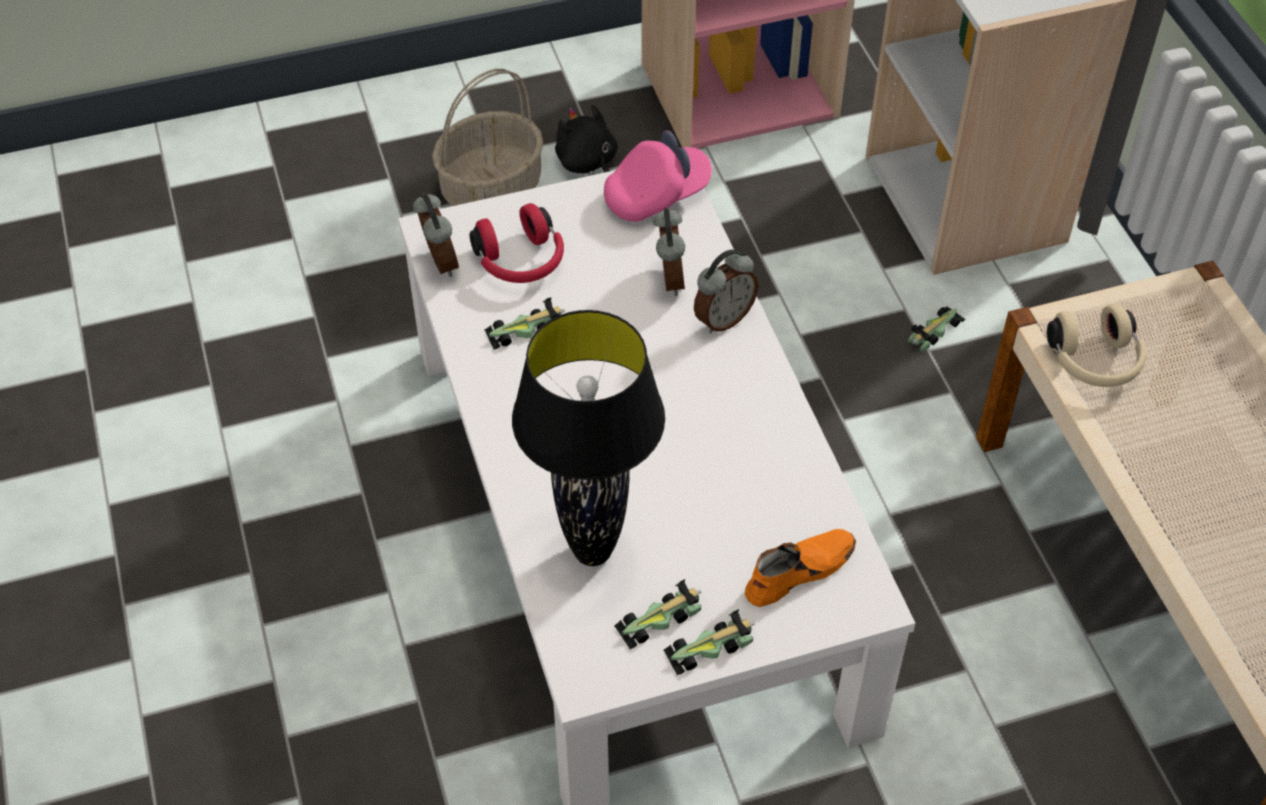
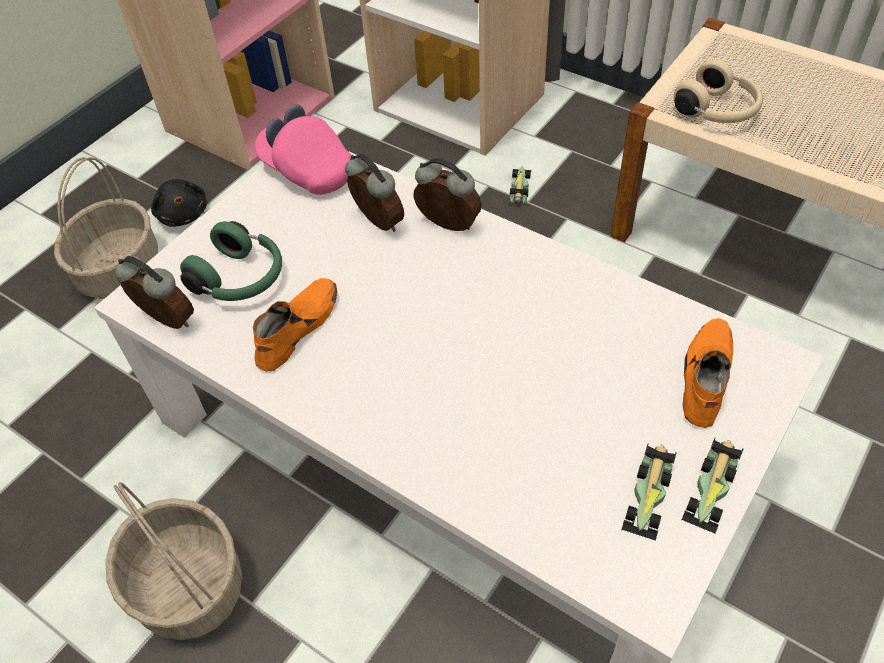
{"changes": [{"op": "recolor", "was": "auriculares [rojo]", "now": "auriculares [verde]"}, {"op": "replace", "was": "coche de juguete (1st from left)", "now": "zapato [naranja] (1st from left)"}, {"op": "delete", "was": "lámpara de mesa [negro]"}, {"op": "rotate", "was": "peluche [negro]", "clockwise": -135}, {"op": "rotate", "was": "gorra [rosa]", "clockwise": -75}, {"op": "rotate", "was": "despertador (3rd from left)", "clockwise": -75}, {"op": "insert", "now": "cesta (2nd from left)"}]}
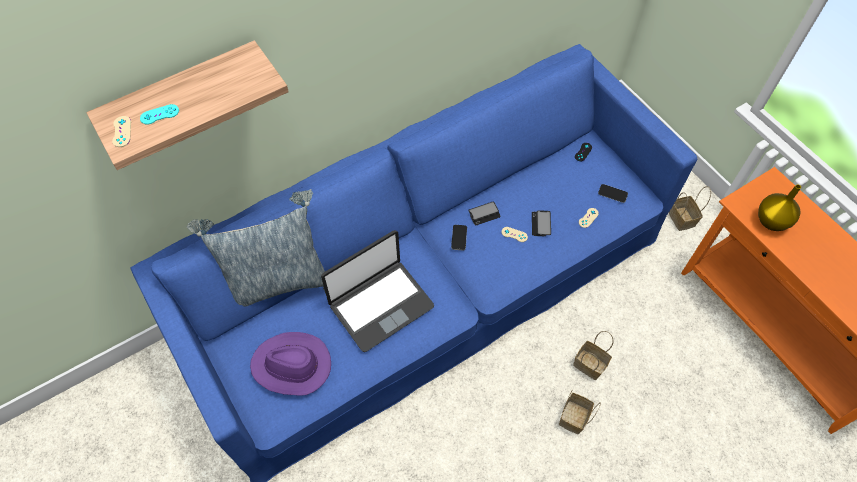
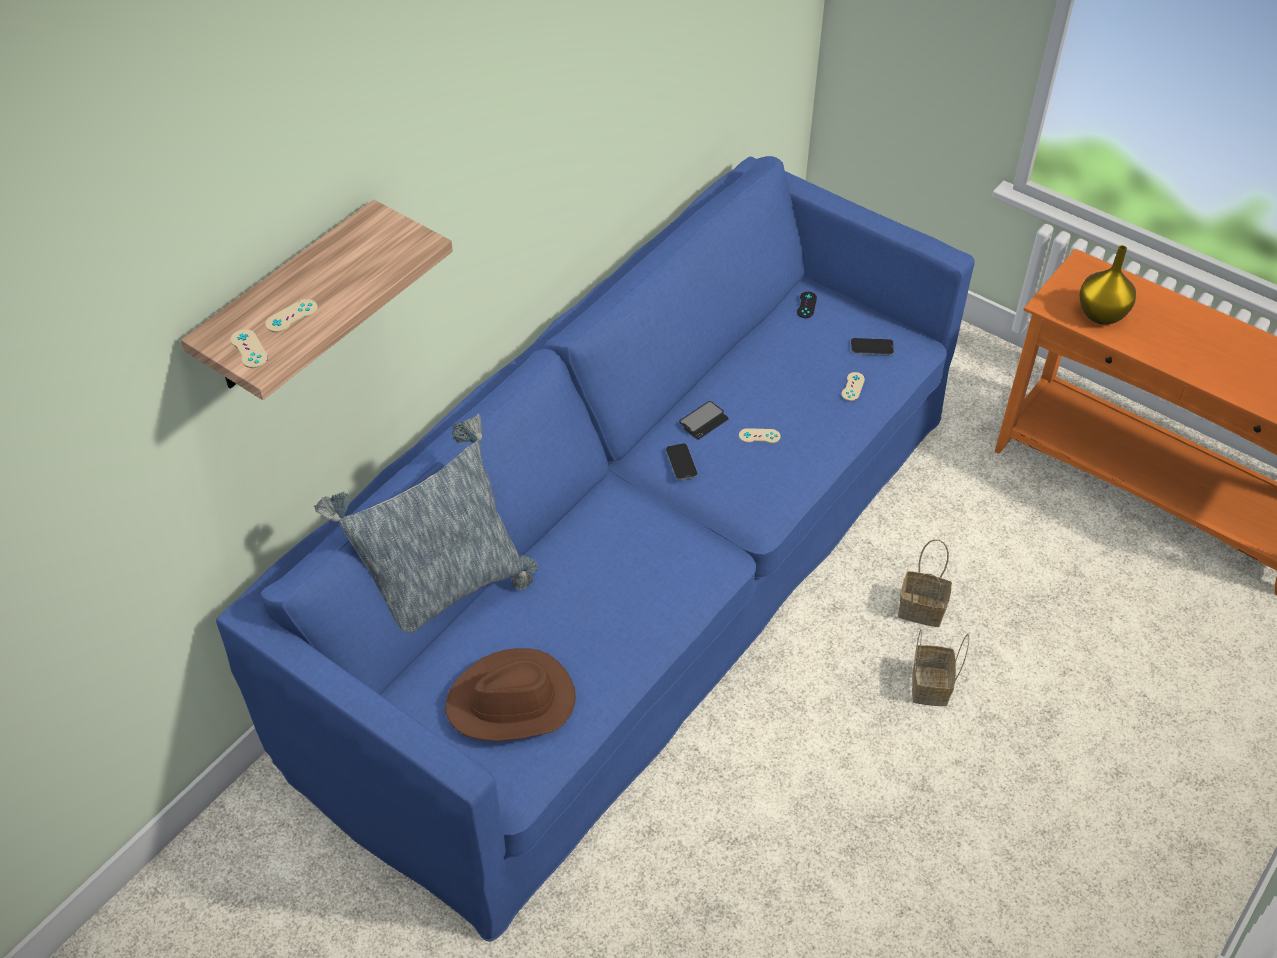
{"changes": [{"op": "recolor", "was": "mando de consola [turquesa]", "now": "mando de consola [beis] (2nd from left)"}, {"op": "recolor", "was": "sombrero [morado]", "now": "sombrero [marrón]"}, {"op": "delete", "was": "portátil"}, {"op": "delete", "was": "móvil (3rd from left)"}, {"op": "delete", "was": "cesta (3rd from left)"}]}
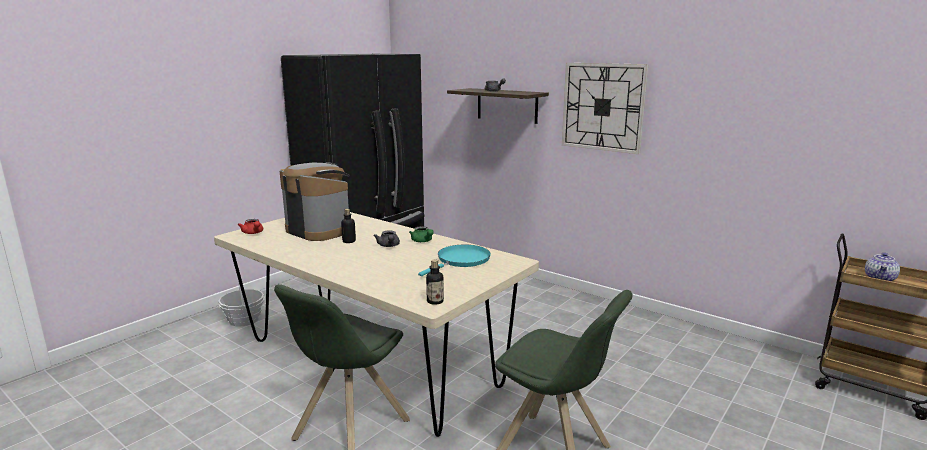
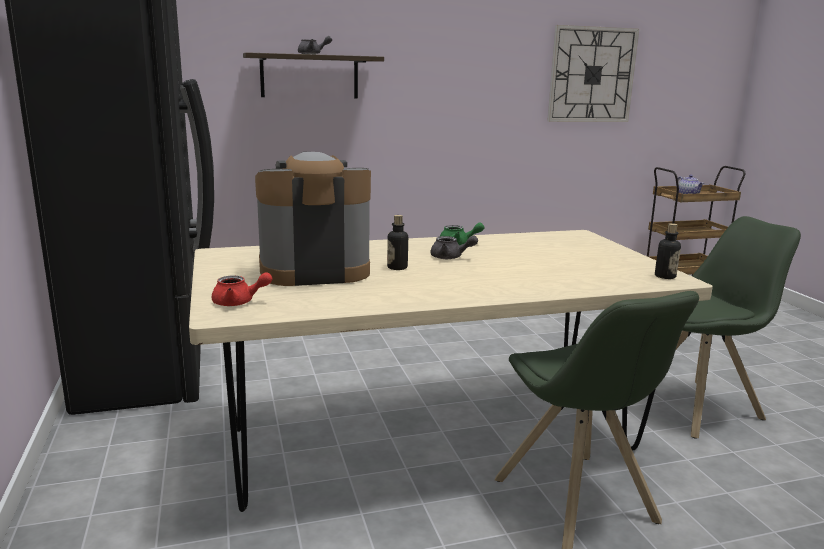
{"changes": [{"op": "delete", "was": "cesta"}, {"op": "delete", "was": "sartén [turquesa]"}, {"op": "move", "was": "reloj de pared"}]}
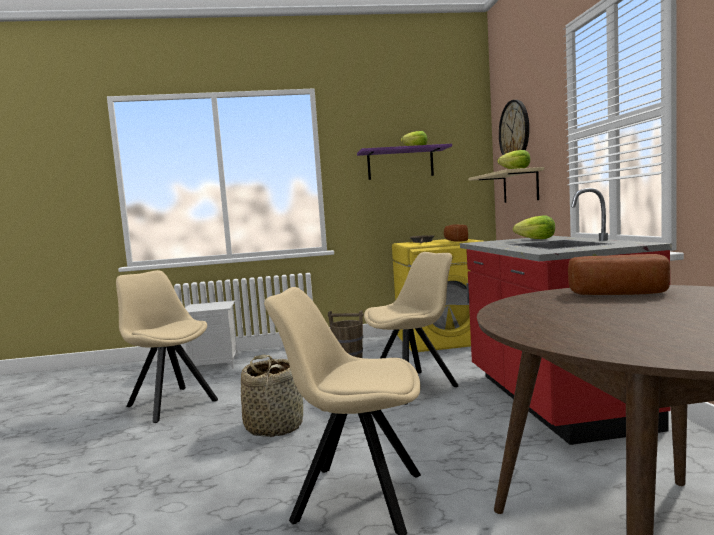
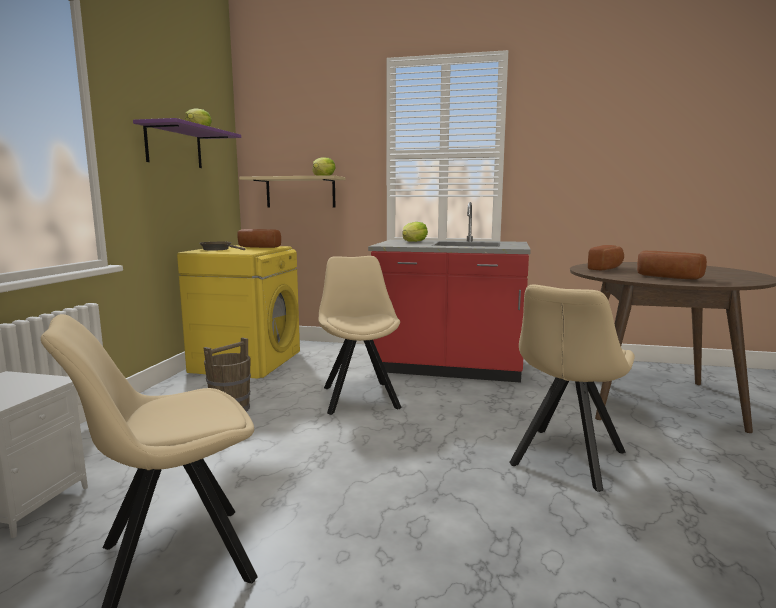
{"changes": [{"op": "delete", "was": "cesta"}, {"op": "delete", "was": "reloj de pared"}, {"op": "insert", "now": "pan (3rd from left)"}]}
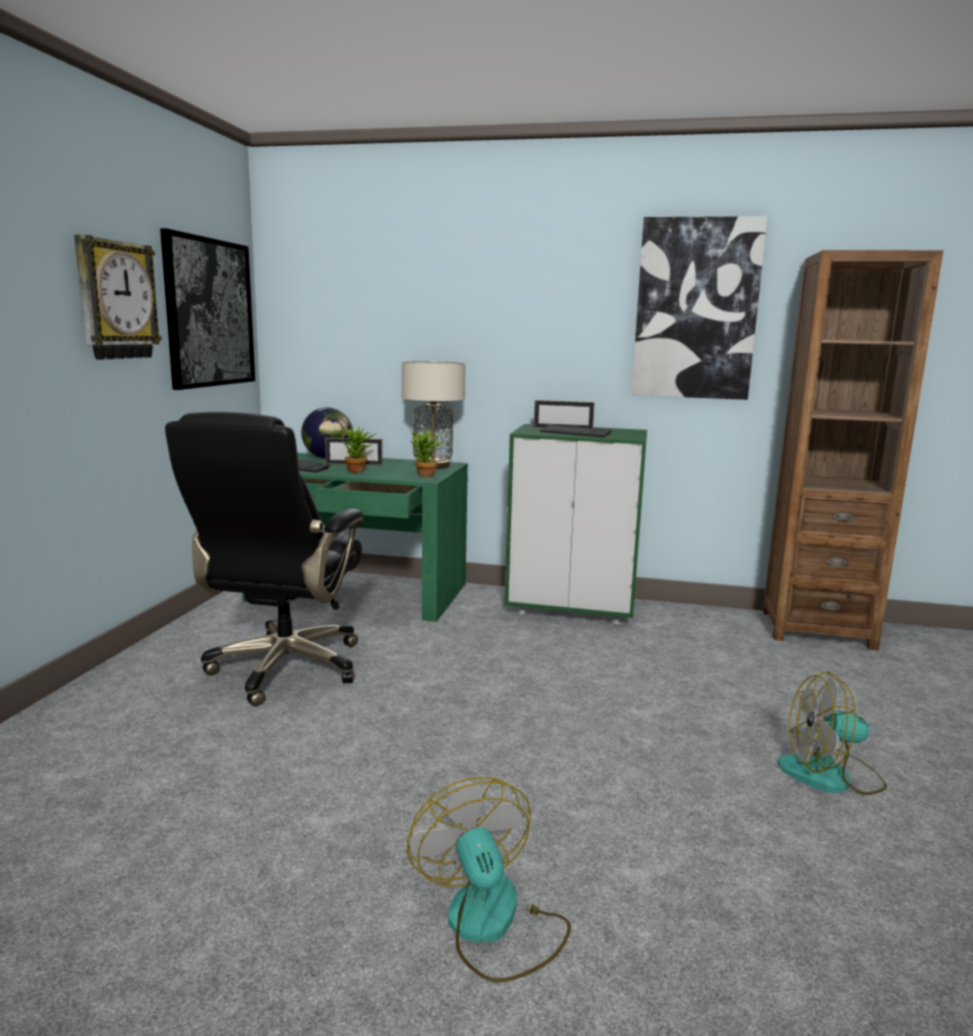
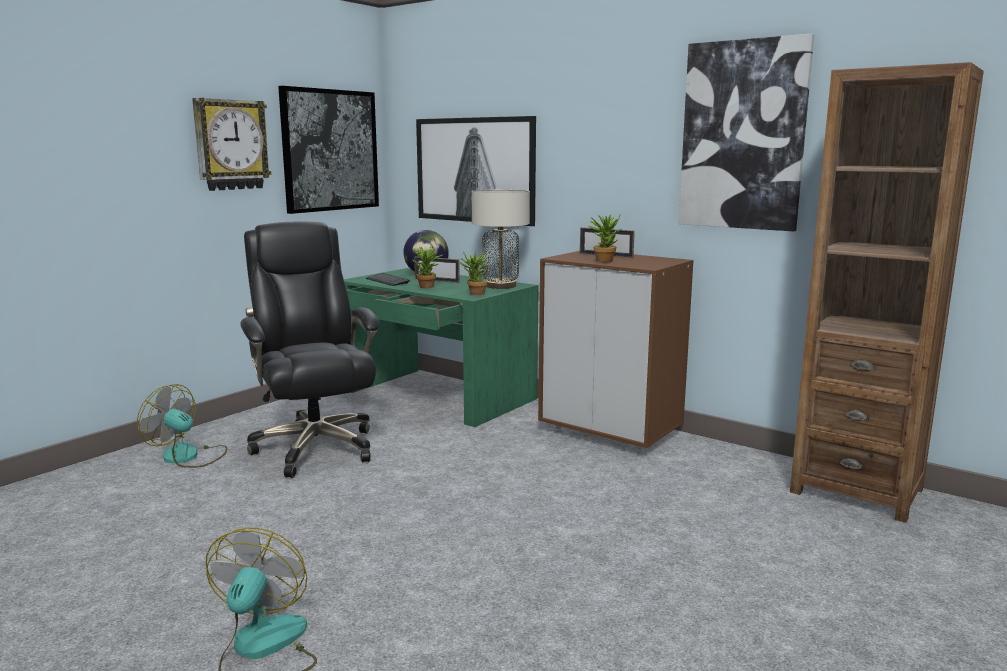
{"changes": [{"op": "rotate", "was": "silla de oficina [negro]", "clockwise": 120}, {"op": "recolor", "was": "armario [verde]", "now": "armario [marrón]"}, {"op": "replace", "was": "teclado (2nd from left)", "now": "planta en maceta (3rd from left)"}, {"op": "move", "was": "ventilador (2nd from left in the first image)", "now": "ventilador (1st from left)"}, {"op": "insert", "now": "cuadro (2nd from left)"}]}
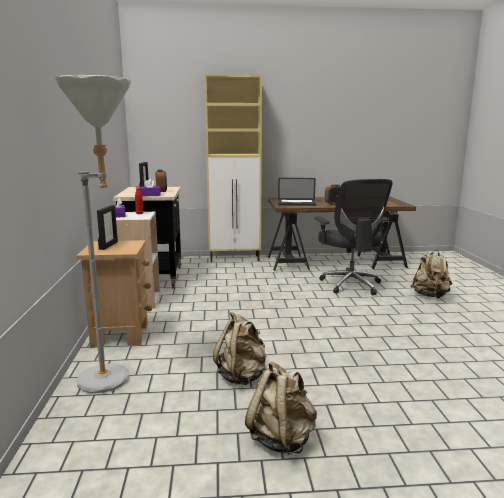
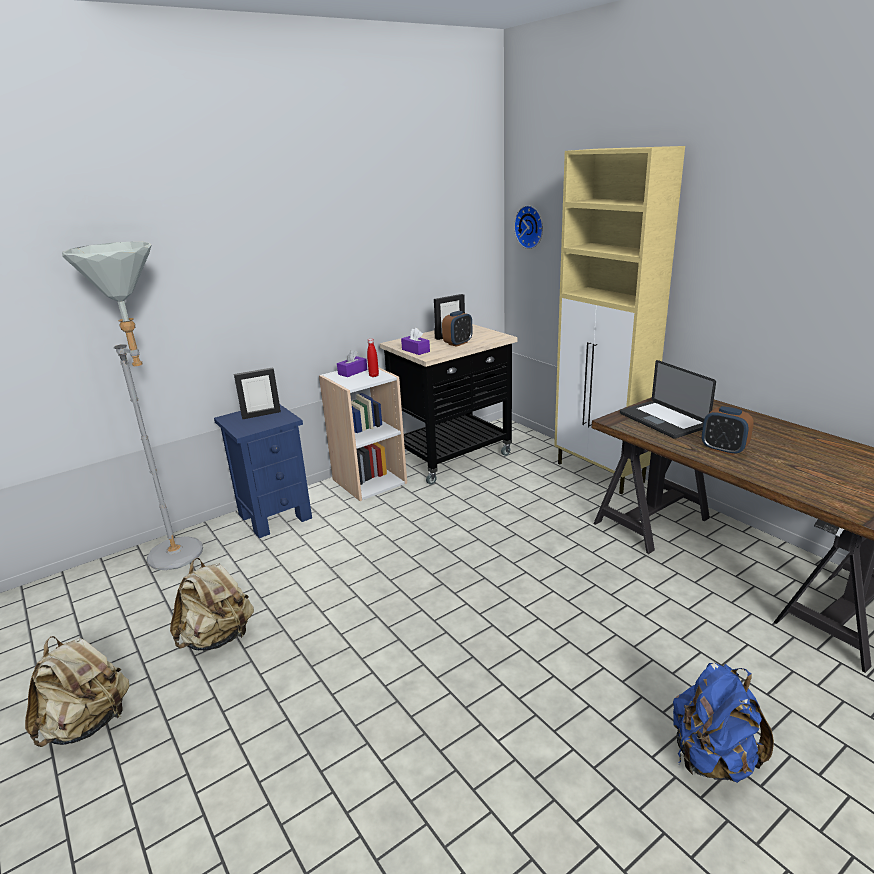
{"changes": [{"op": "recolor", "was": "mesita de noche [beis]", "now": "mesita de noche [azul]"}, {"op": "delete", "was": "silla de oficina"}, {"op": "recolor", "was": "mochila [beis] (3rd from left)", "now": "mochila [azul]"}, {"op": "insert", "now": "reloj de pared"}]}
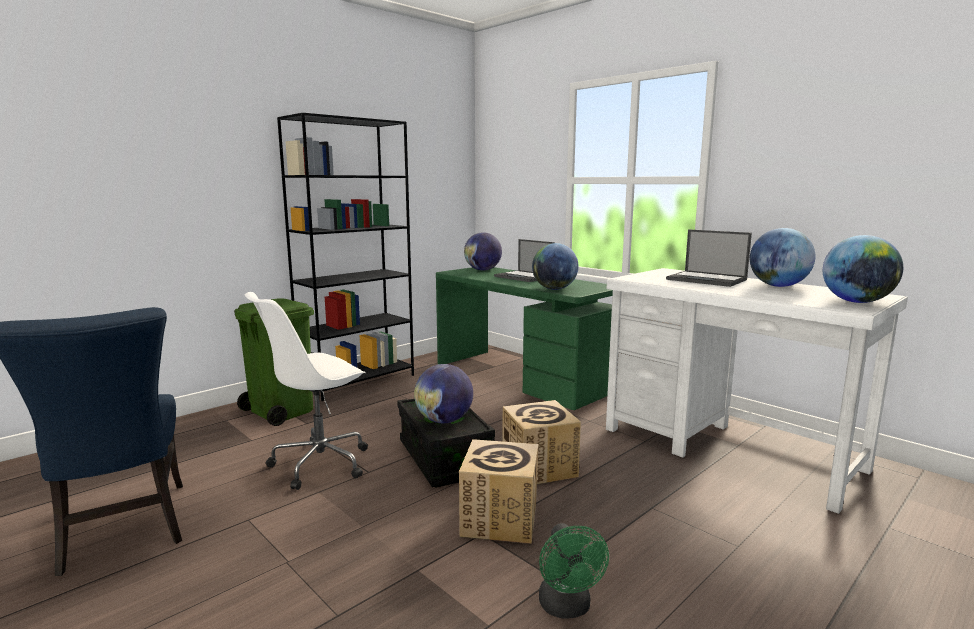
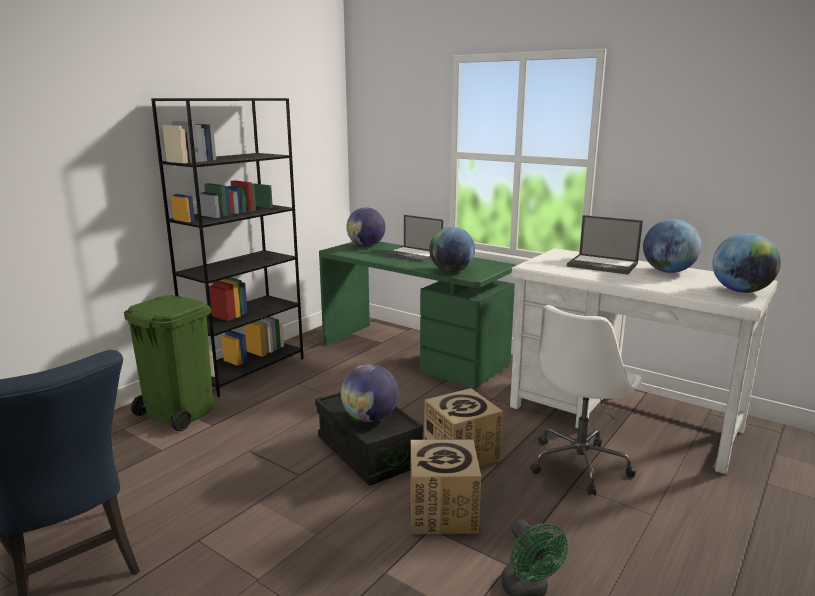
{"changes": [{"op": "move", "was": "silla de oficina [blanco]"}]}
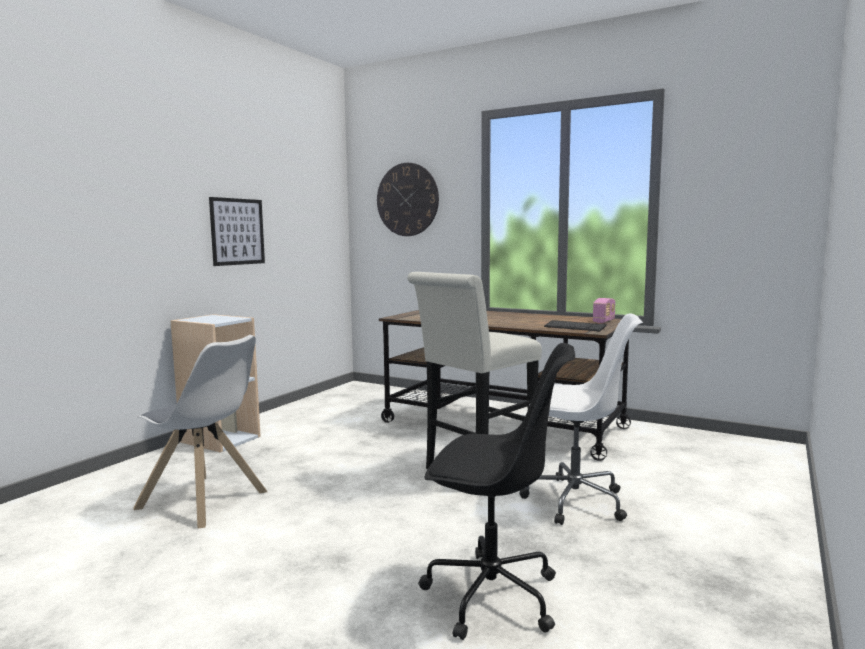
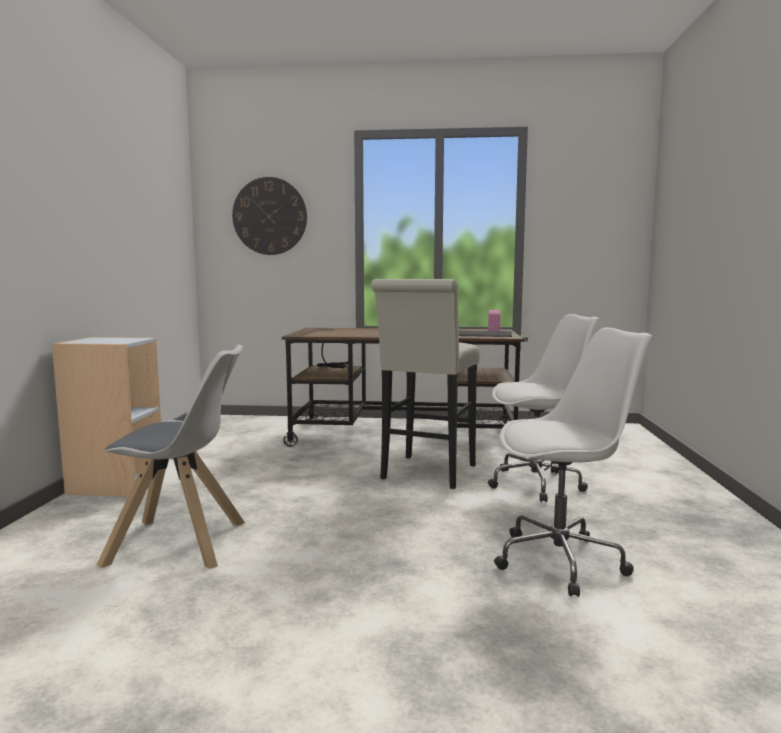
{"changes": [{"op": "delete", "was": "cuadro"}, {"op": "recolor", "was": "silla de oficina [negro]", "now": "silla de oficina [blanco] (2nd from left)"}]}
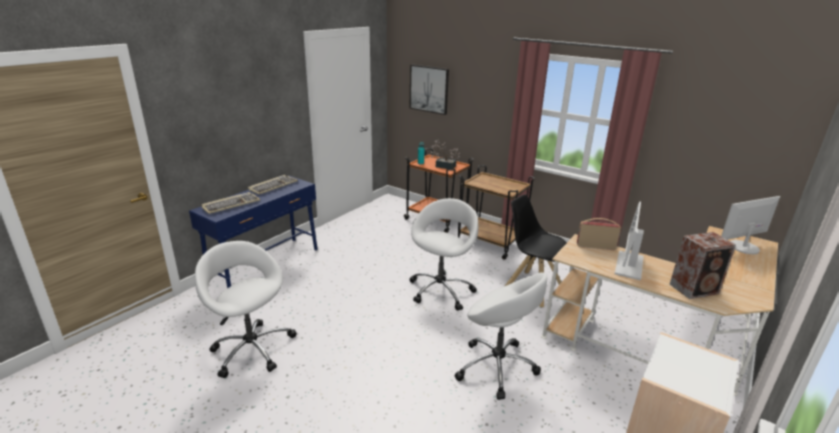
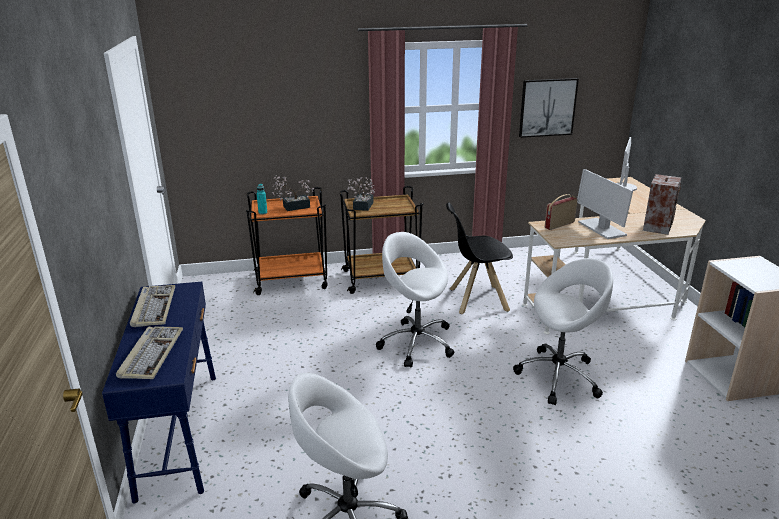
{"changes": [{"op": "rotate", "was": "silla de oficina [blanco] (2nd from left)", "clockwise": -60}, {"op": "move", "was": "cuadro"}, {"op": "insert", "now": "planta en maceta (2nd from left)"}]}
